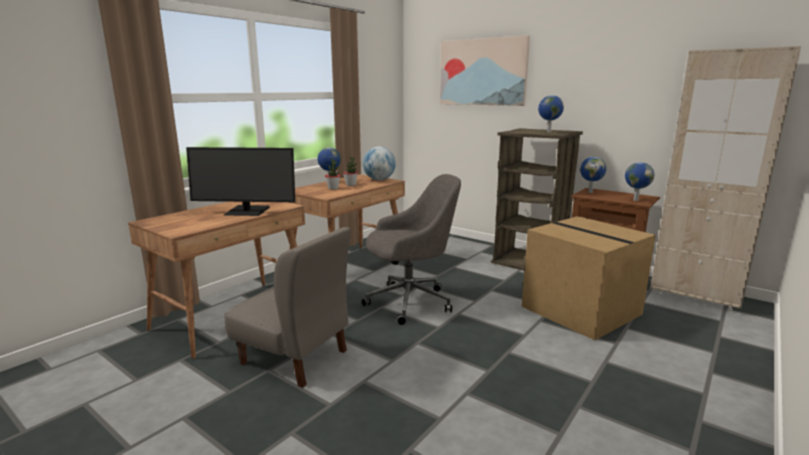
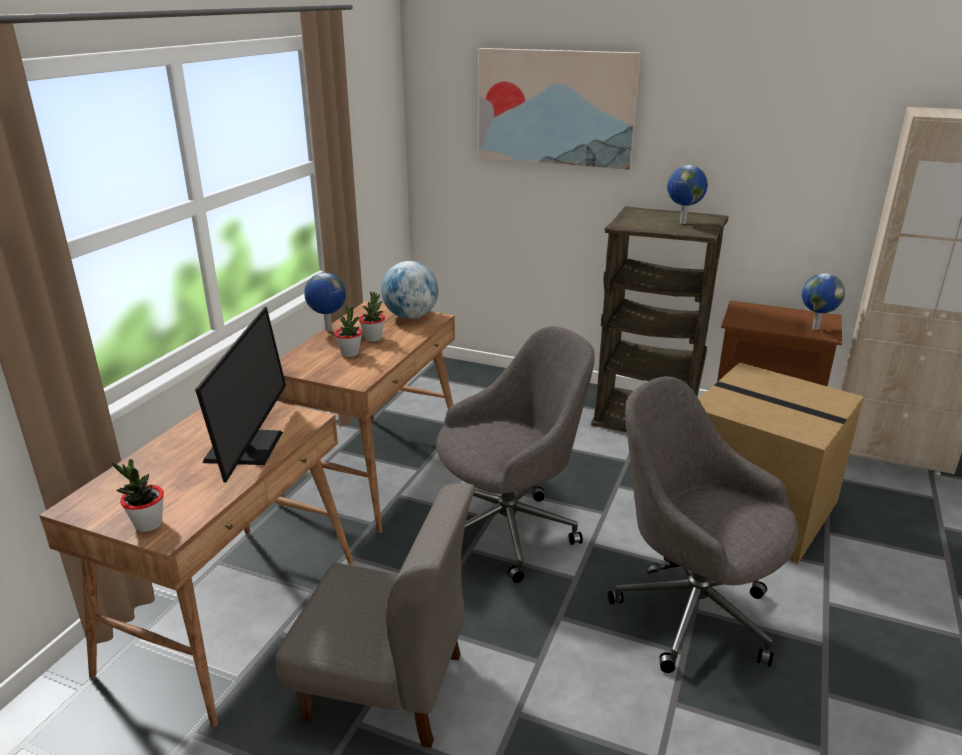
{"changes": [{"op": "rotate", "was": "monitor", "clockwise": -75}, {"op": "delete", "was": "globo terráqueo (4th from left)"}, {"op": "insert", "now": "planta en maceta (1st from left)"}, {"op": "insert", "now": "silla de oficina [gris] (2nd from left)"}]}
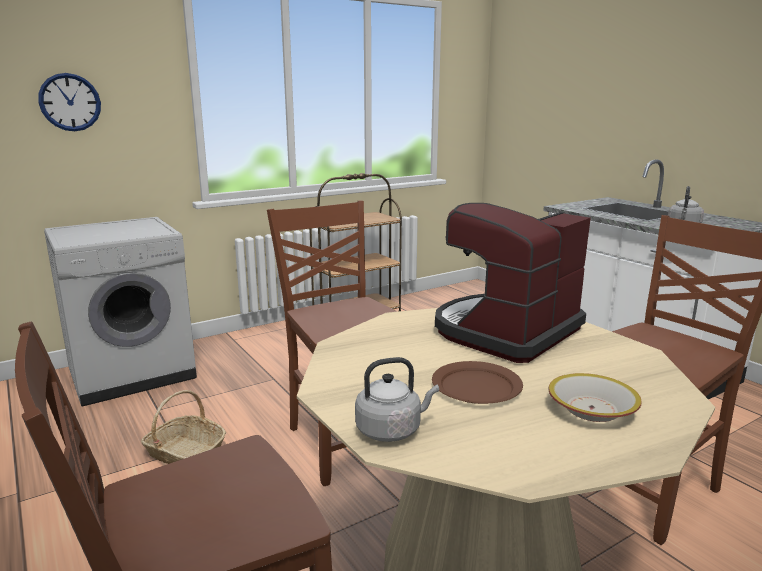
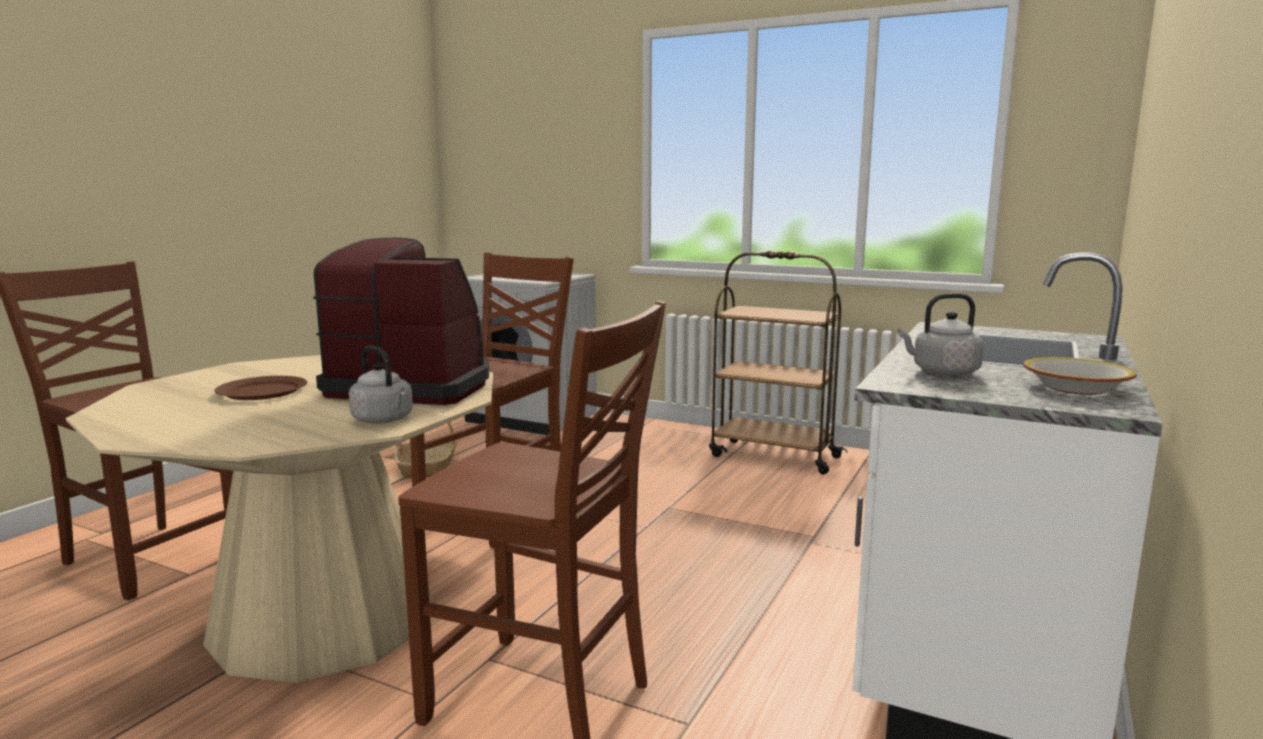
{"changes": [{"op": "delete", "was": "reloj de pared"}, {"op": "move", "was": "hervidor [gris] (1st from left)"}, {"op": "move", "was": "cuenco"}]}
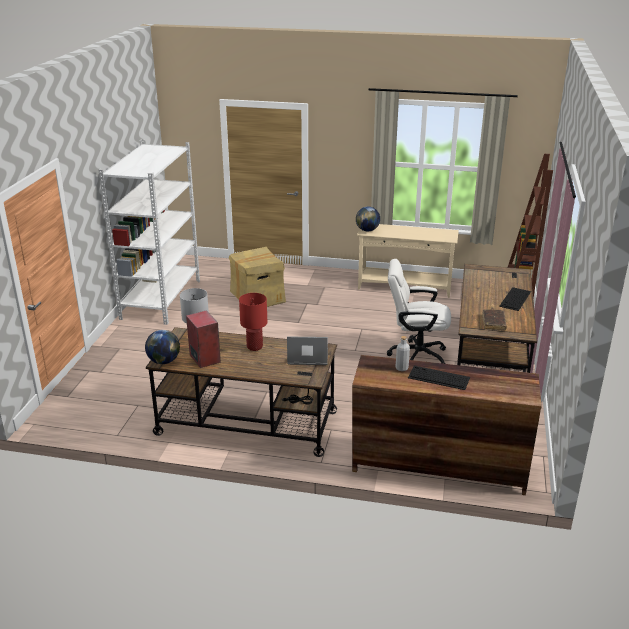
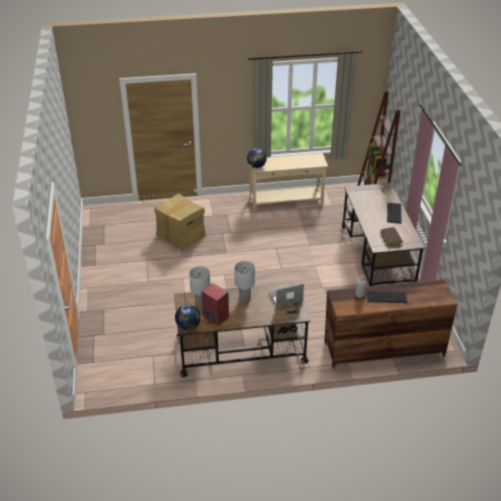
{"changes": [{"op": "delete", "was": "estantería [blanco]"}, {"op": "recolor", "was": "lámpara de mesa [rojo]", "now": "lámpara de mesa [gris] (2nd from left)"}, {"op": "delete", "was": "silla de oficina [blanco]"}]}
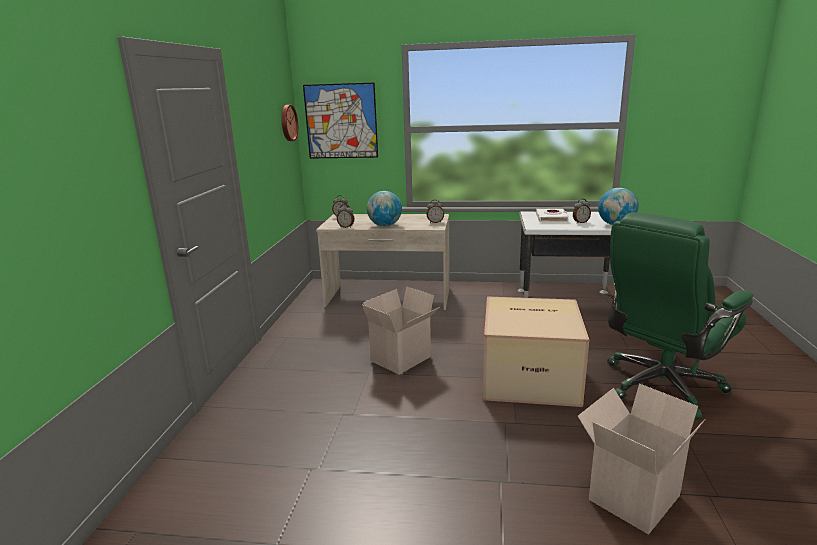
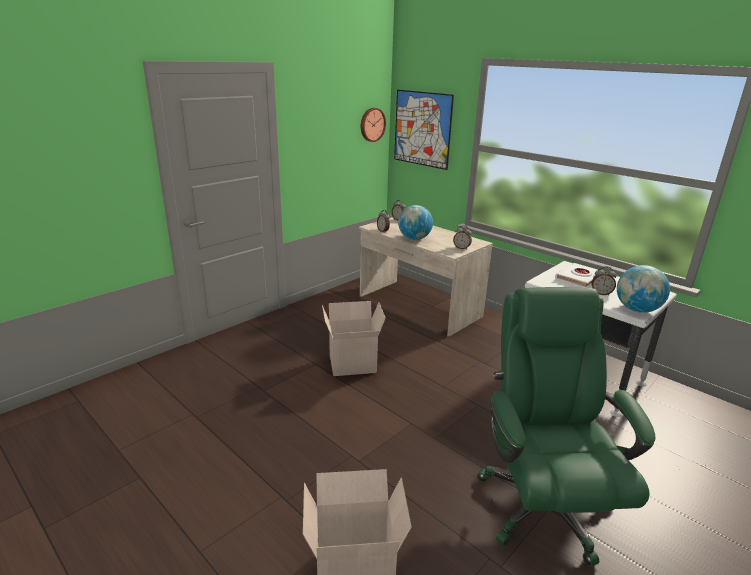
{"changes": [{"op": "delete", "was": "caja de cartón (2nd from left)"}, {"op": "rotate", "was": "silla de oficina [verde]", "clockwise": 90}]}
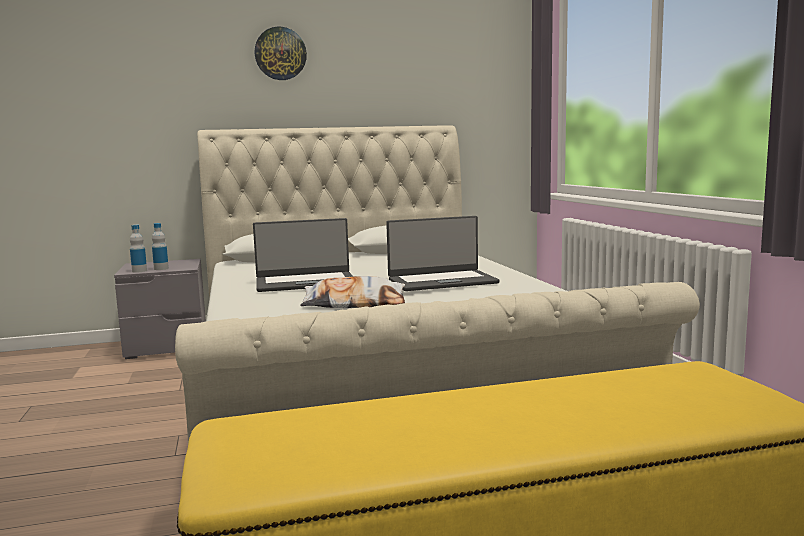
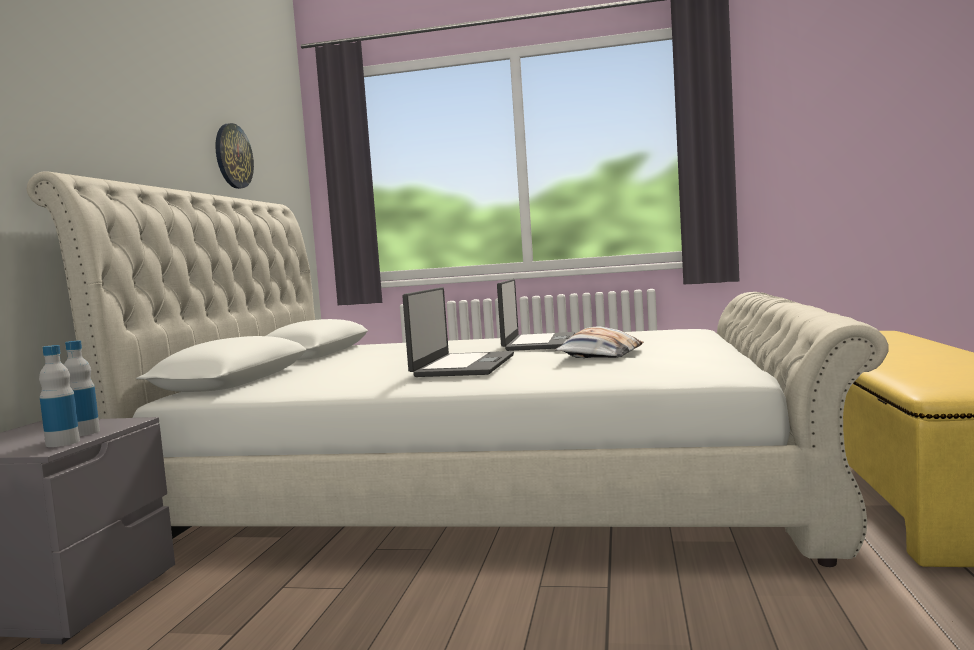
{"changes": [{"op": "move", "was": "reloj de pared"}]}
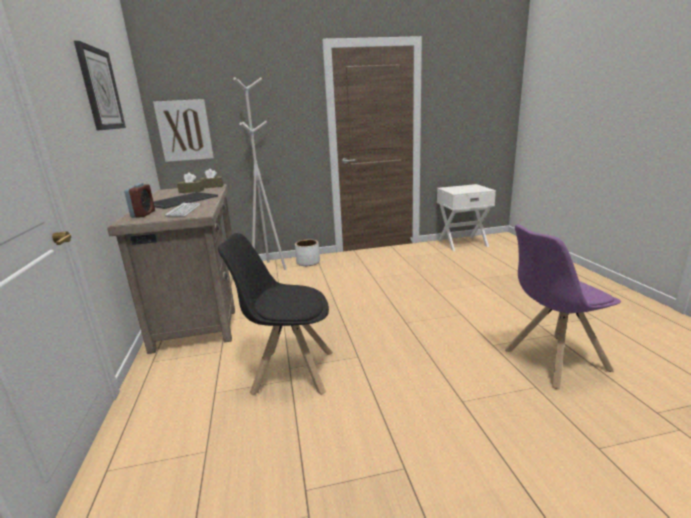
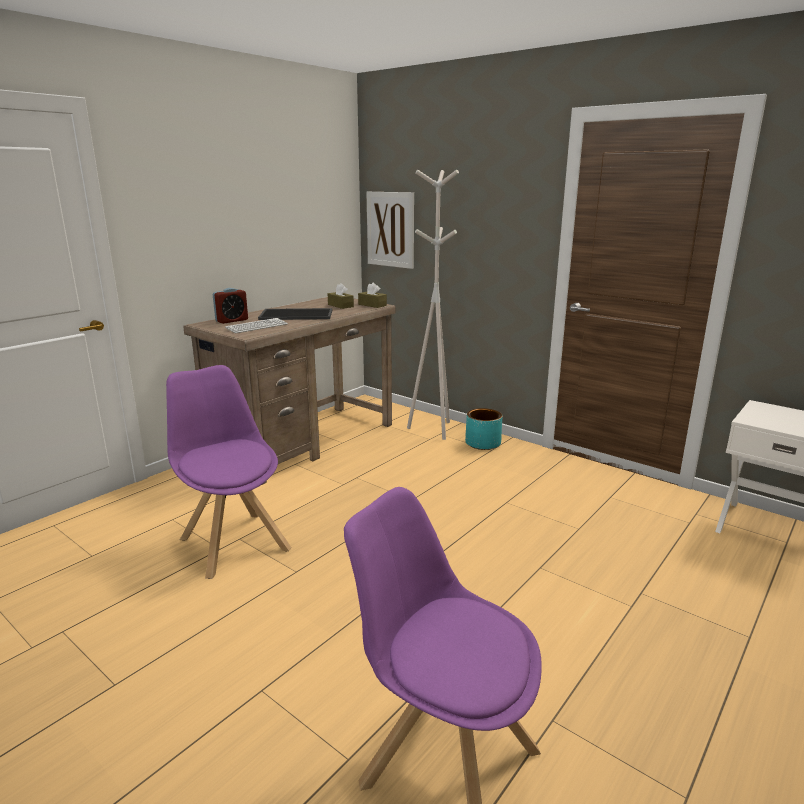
{"changes": [{"op": "delete", "was": "reloj de pared"}, {"op": "recolor", "was": "silla [negro]", "now": "silla [morado] (1st from left)"}, {"op": "recolor", "was": "maceta [blanco]", "now": "maceta [turquesa]"}]}
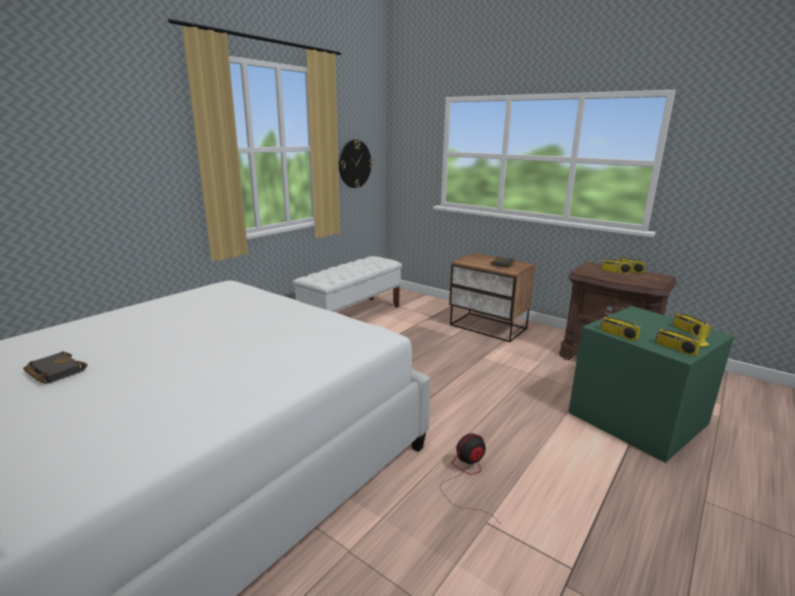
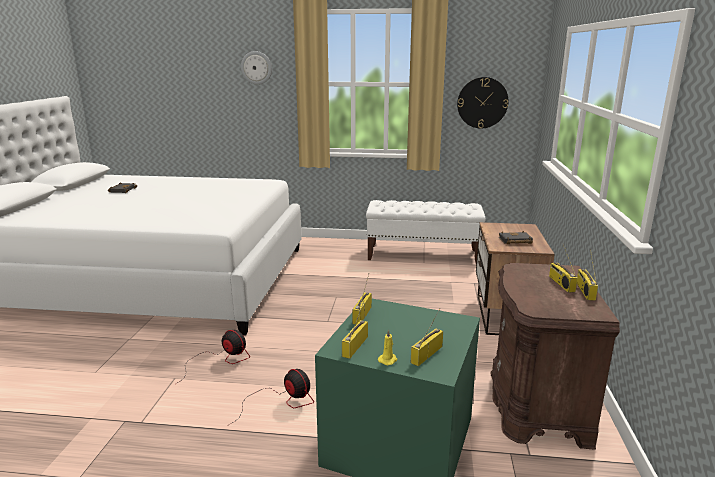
{"changes": [{"op": "insert", "now": "ventilador (2nd from left)"}, {"op": "insert", "now": "reloj de pared (1st from left)"}]}
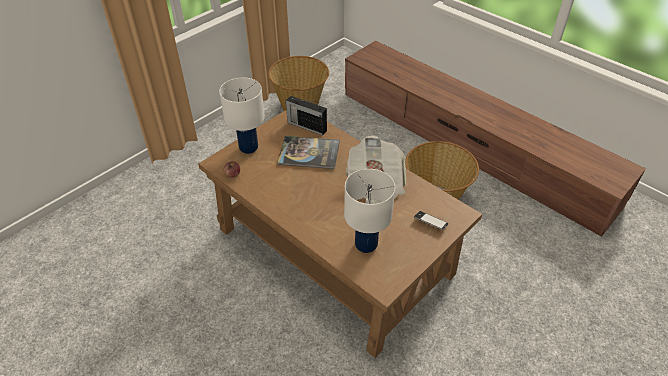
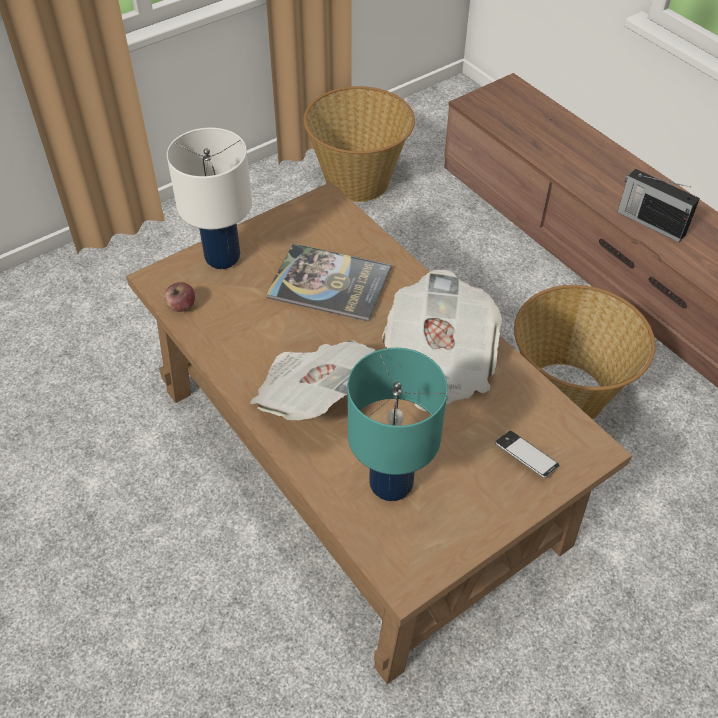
{"changes": [{"op": "move", "was": "radio"}, {"op": "recolor", "was": "lámpara de mesa [blanco] (2nd from left)", "now": "lámpara de mesa [turquesa]"}, {"op": "insert", "now": "periódico (1st from left)"}]}
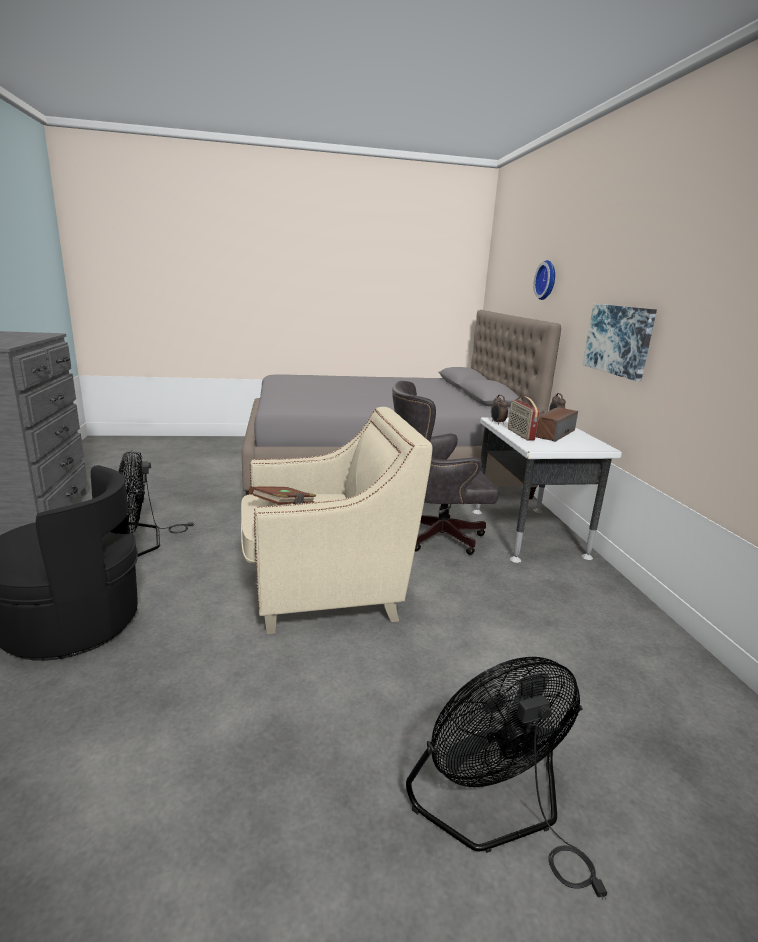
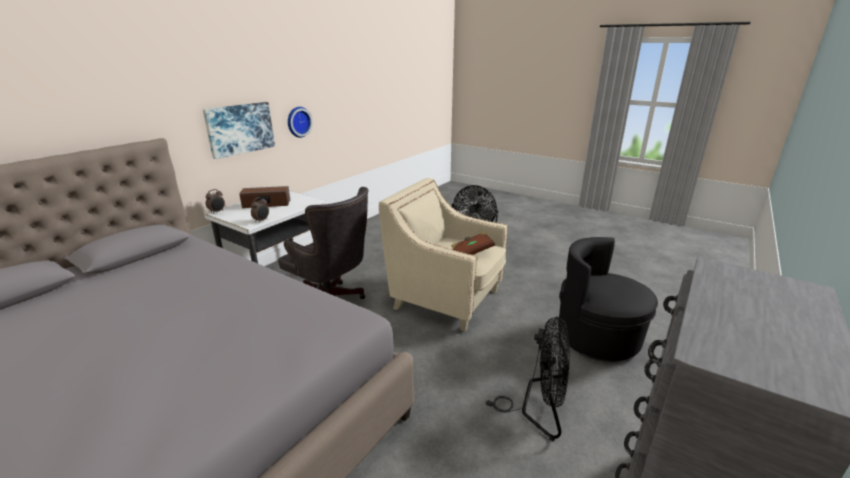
{"changes": [{"op": "delete", "was": "radio"}, {"op": "move", "was": "reloj de pared"}]}
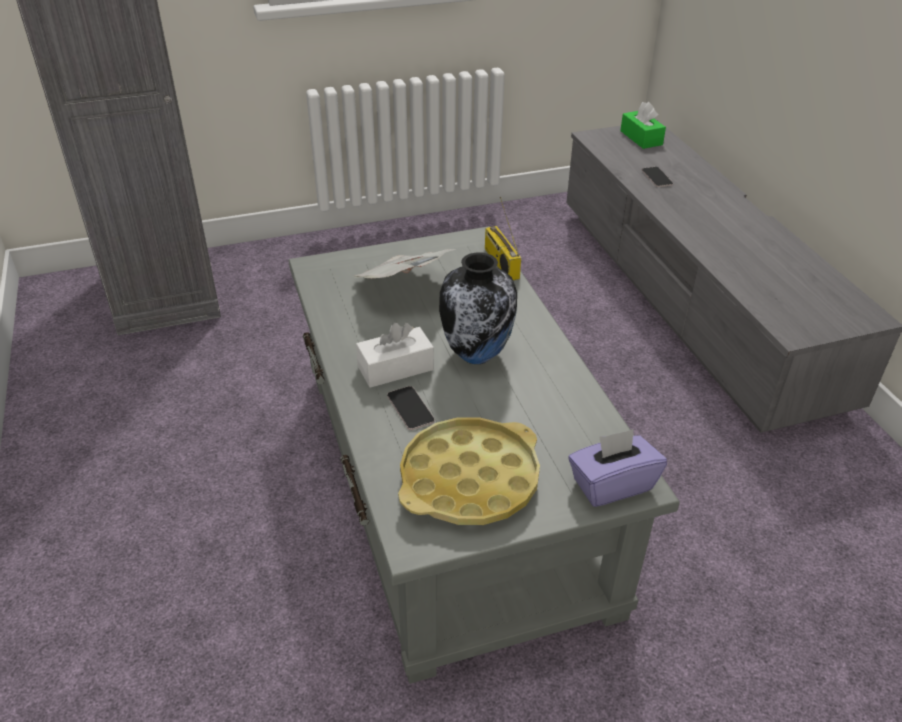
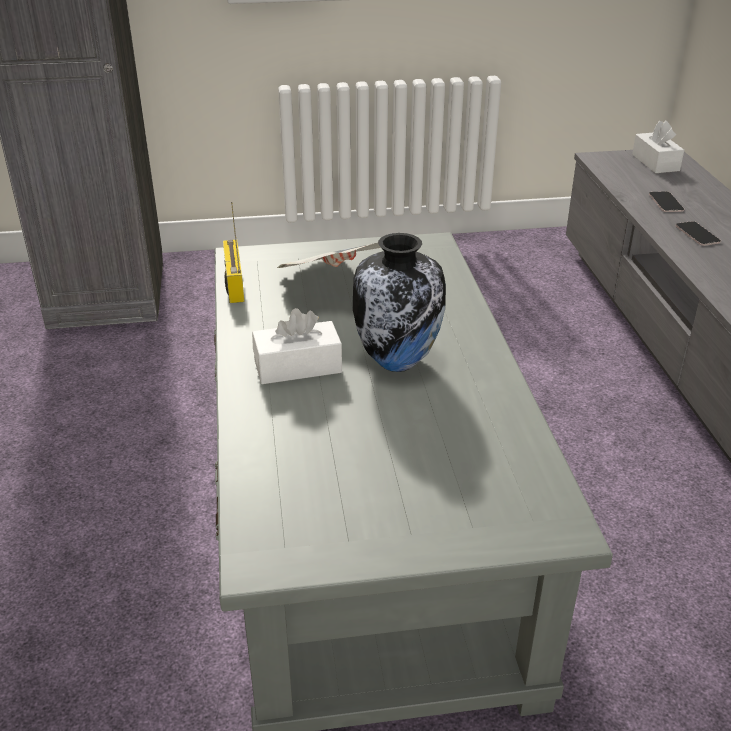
{"changes": [{"op": "move", "was": "móvil (1st from left in the first image)", "now": "móvil (2nd from left)"}, {"op": "delete", "was": "bandeja [amarillo]"}, {"op": "move", "was": "radio"}, {"op": "delete", "was": "caja de pañuelos [morado]"}, {"op": "recolor", "was": "caja de pañuelos [verde]", "now": "caja de pañuelos [blanco] (2nd from left)"}]}
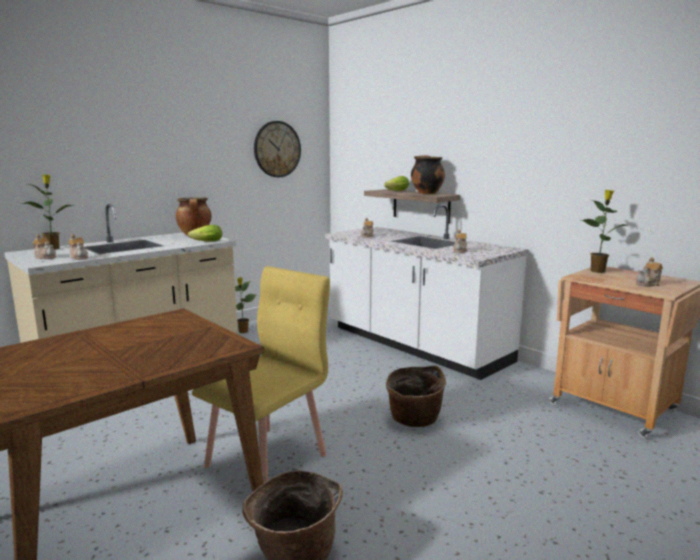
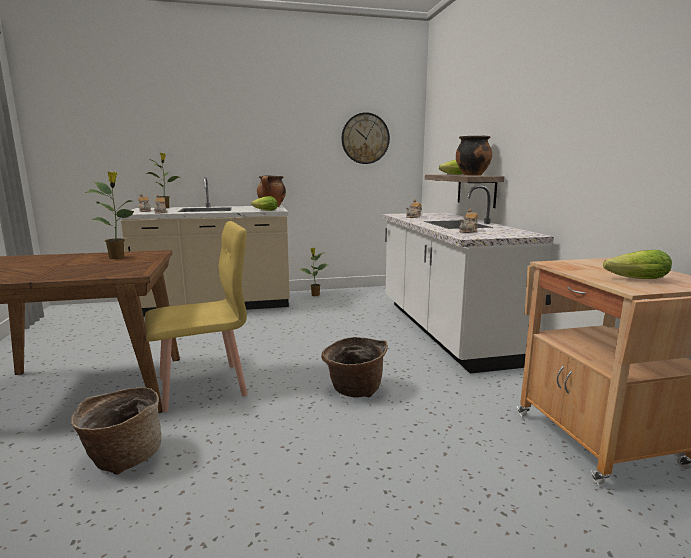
{"changes": [{"op": "move", "was": "planta en maceta (3rd from left in the first image)", "now": "planta en maceta (1st from left)"}, {"op": "replace", "was": "tetera (5th from left)", "now": "lechuga (3rd from left)"}]}
